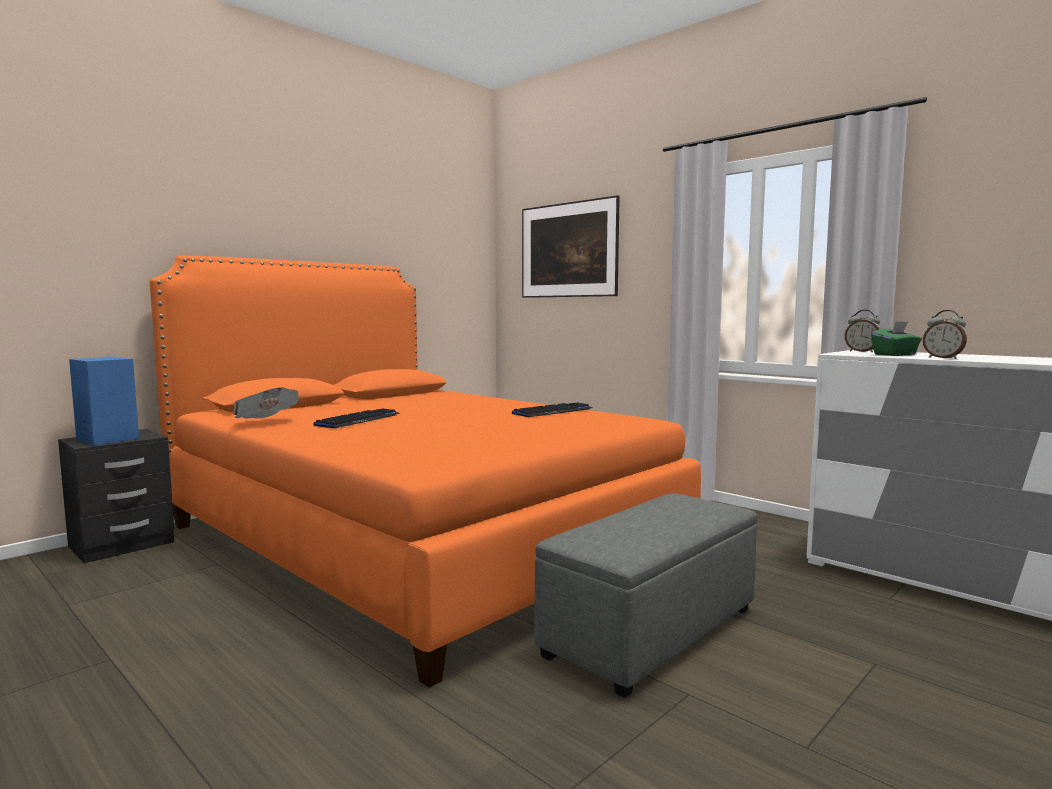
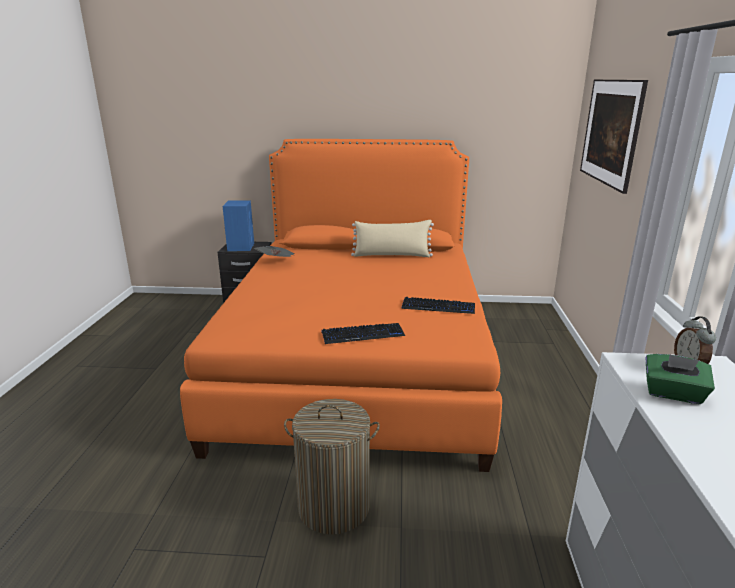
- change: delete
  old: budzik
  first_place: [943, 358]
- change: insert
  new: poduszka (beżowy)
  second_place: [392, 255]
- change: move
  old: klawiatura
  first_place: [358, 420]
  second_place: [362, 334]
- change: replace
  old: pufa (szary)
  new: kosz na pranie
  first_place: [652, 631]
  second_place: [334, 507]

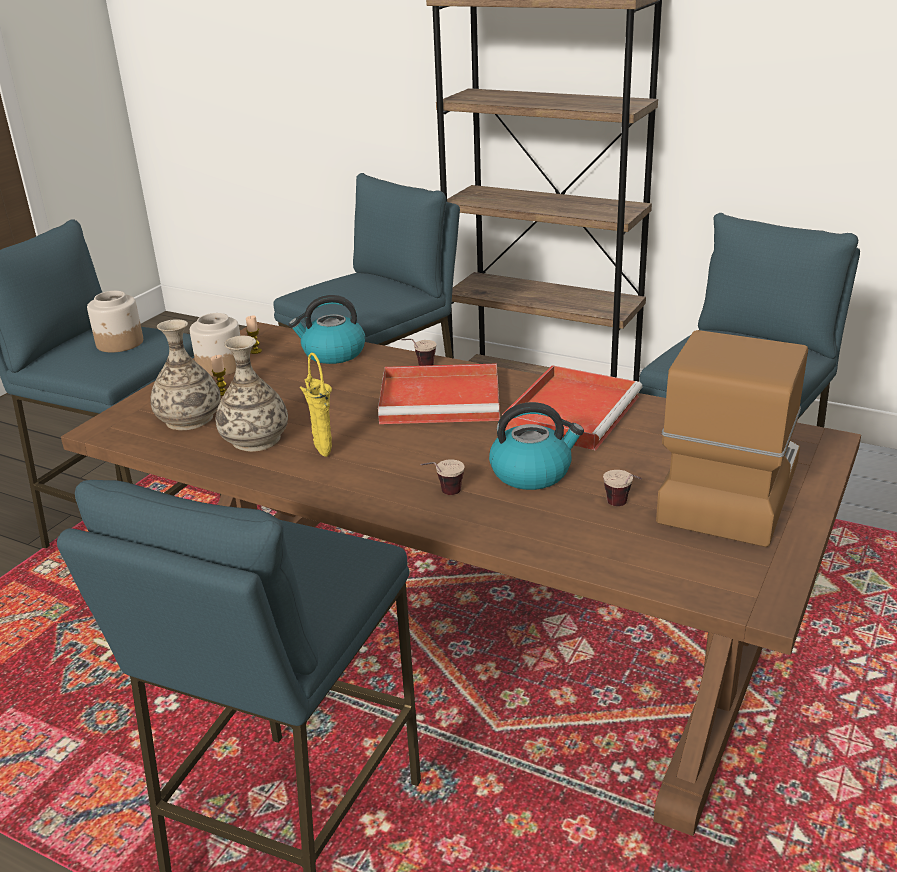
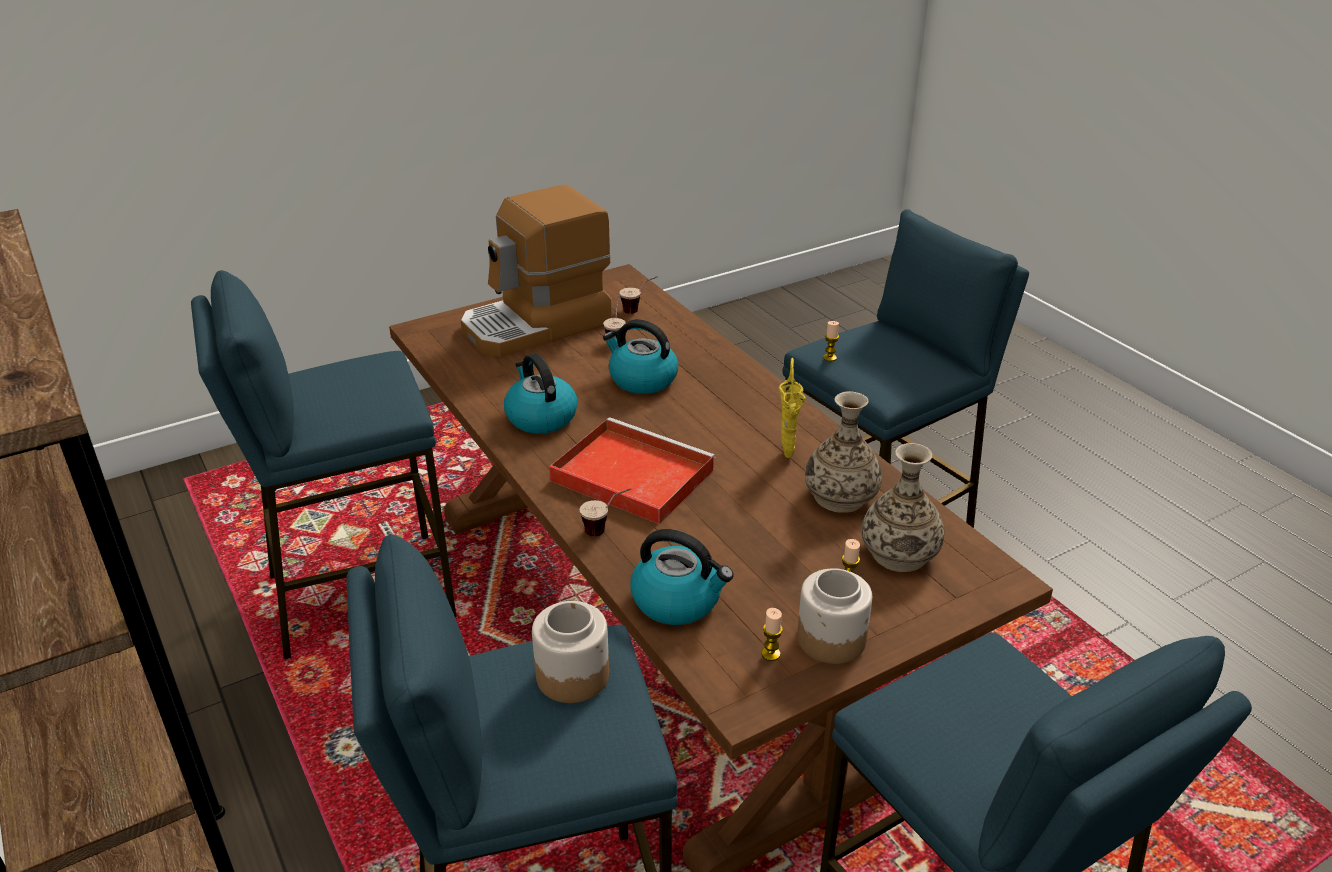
- change: insert
  new: świeca
  second_place: [829, 358]
- change: move
  old: słoik
  first_place: [120, 343]
  second_place: [572, 675]
- change: move
  old: filiżanka
  first_place: [442, 495]
  second_place: [639, 310]
- change: replace
  old: taca (czerwony)
  new: czajnik
  first_place: [572, 411]
  second_place: [540, 417]

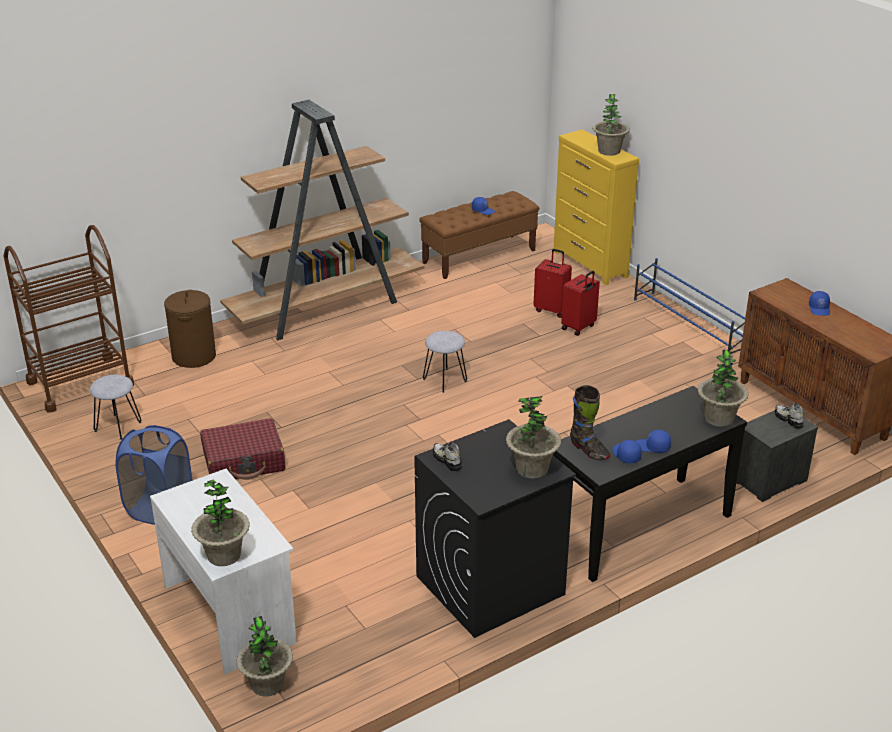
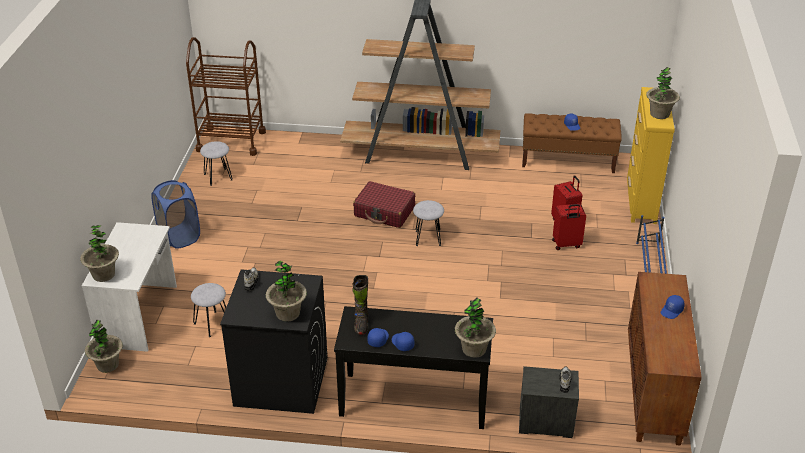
- change: delete
  old: kosz na pranie (brązowy)
  first_place: [194, 356]
- change: insert
  new: stołek (szary)
  second_place: [212, 324]
- change: move
  old: walizka (czerwony)
  first_place: [244, 461]
  second_place: [384, 212]

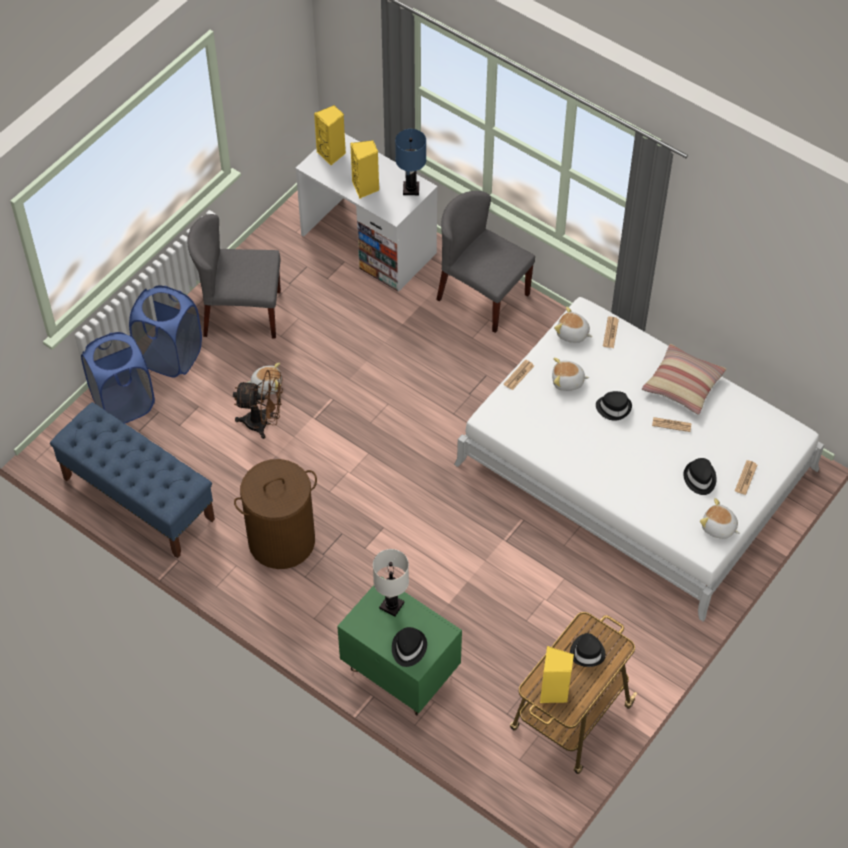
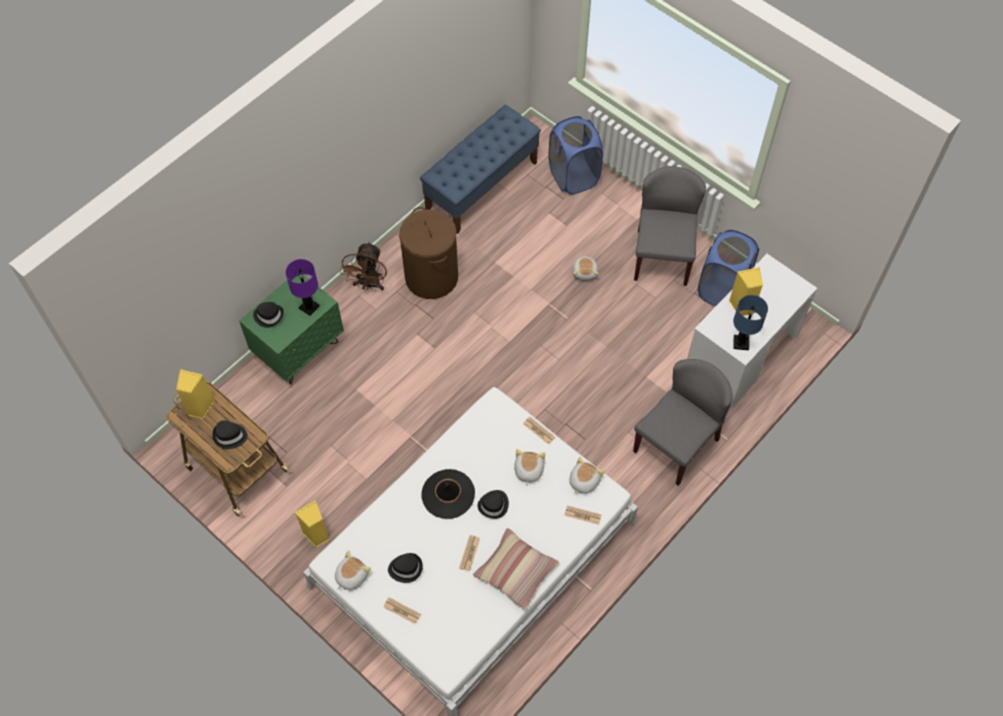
- change: insert
  new: kapelusz (czarny)
  second_place: [448, 494]
- change: move
  old: kosz na pranie (niebieski)
  first_place: [170, 356]
  second_place: [722, 289]
- change: move
  old: wentylator (brązowy)
  first_place: [263, 423]
  second_place: [369, 285]
- change: move
  old: głośnik (żółty)
  first_place: [332, 154]
  second_place: [317, 535]
- change: recolor
  old: lampa stołowa (biały)
  new: lampa stołowa (fioletowy)
  first_place: [392, 605]
  second_place: [309, 307]

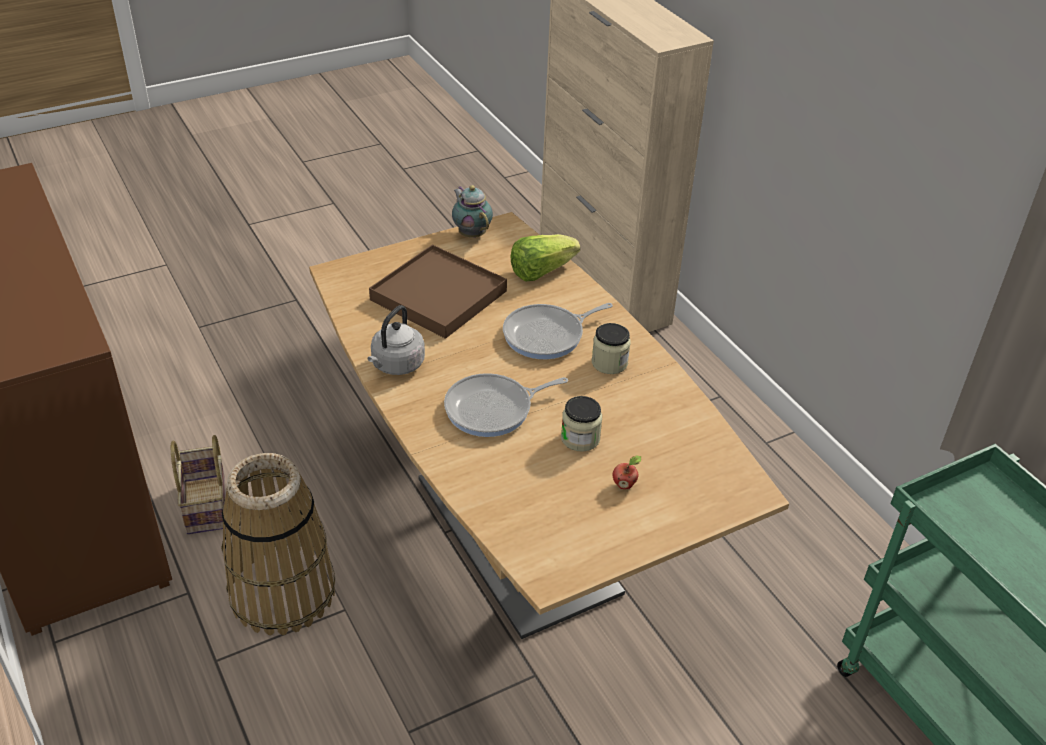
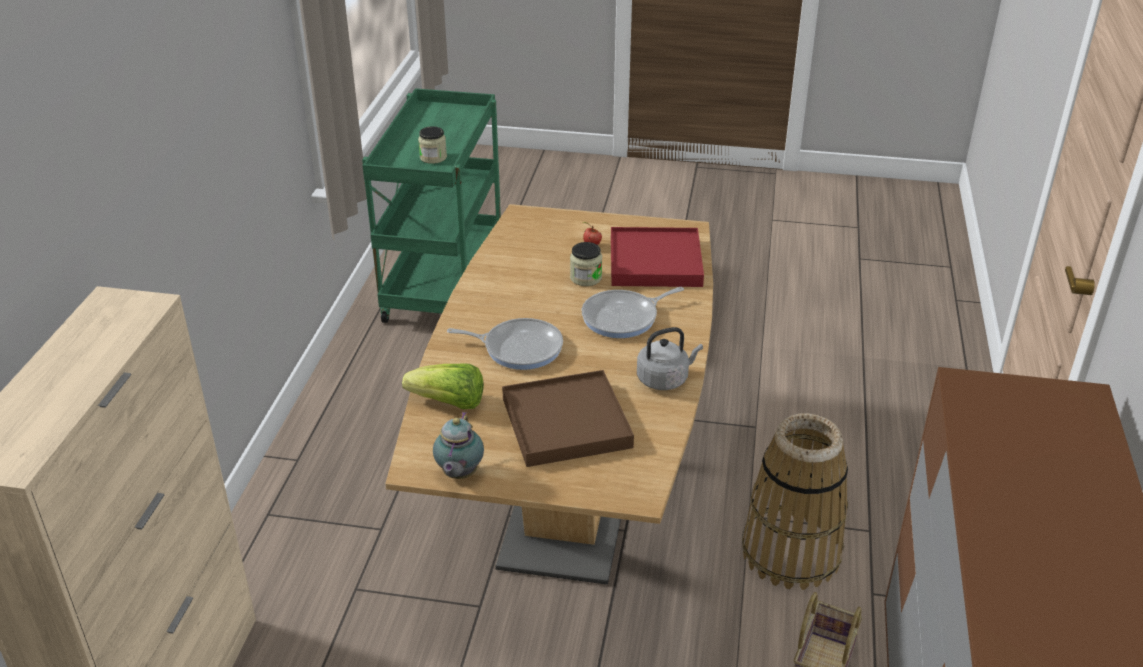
- change: insert
  new: taca (czerwony)
  second_place: [655, 262]
- change: move
  old: słoik
  first_place: [609, 363]
  second_place: [433, 157]
- change: rotate
  old: patelnia
  first_place: [493, 409]
  second_place: [624, 318]
  degrees: 135

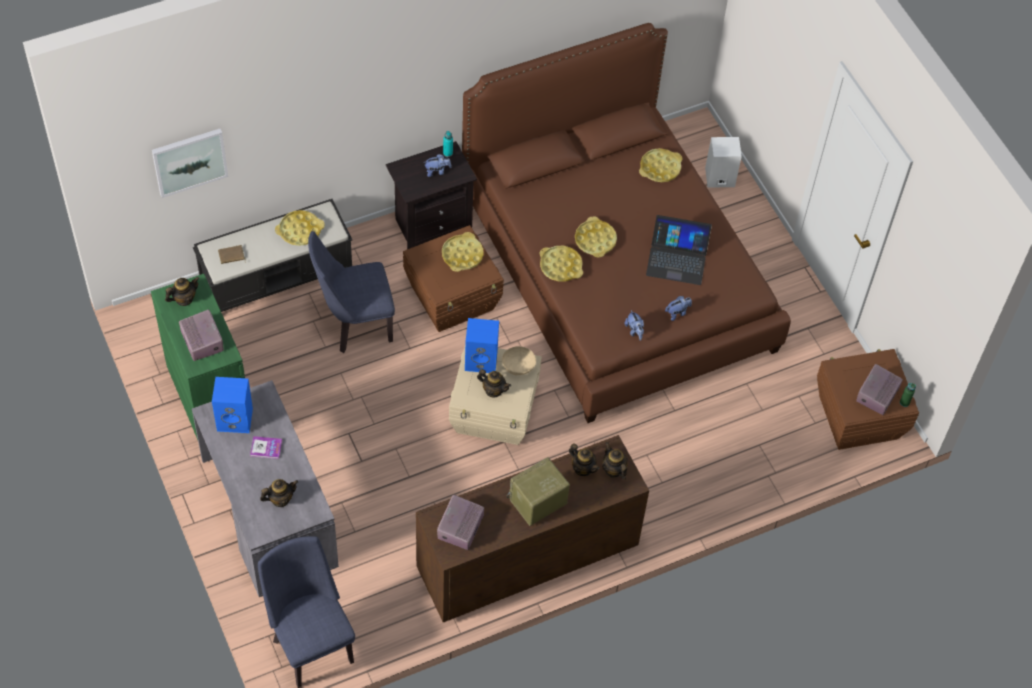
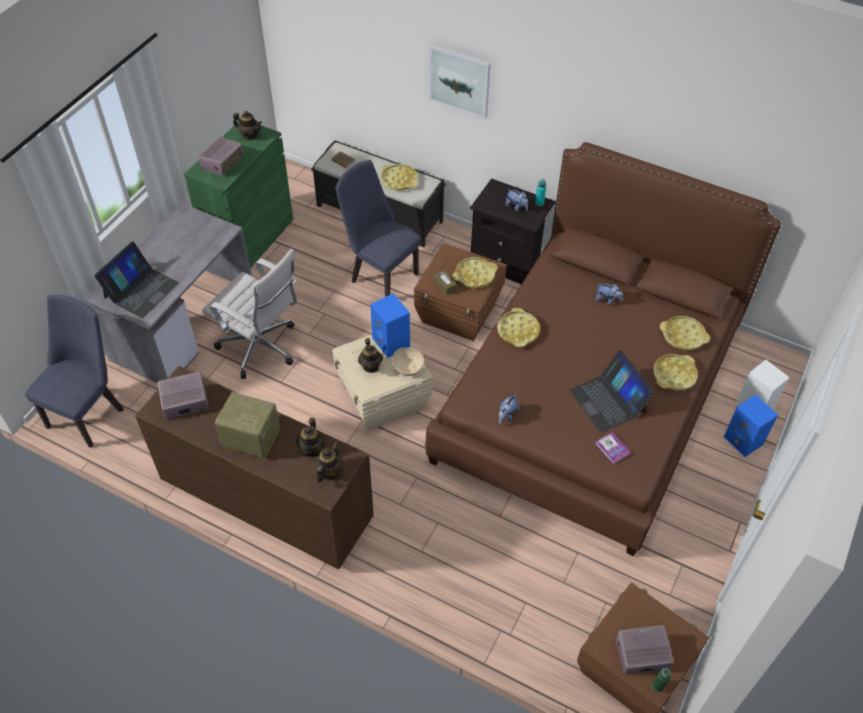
- change: insert
  new: krzesło biurowe (biały)
  second_place: [261, 348]
- change: insert
  new: pudełko chusteczek (brązowy)
  second_place: [445, 286]
- change: move
  old: obraz
  first_place: [189, 161]
  second_place: [459, 80]
- change: move
  old: głośnik (niebieski)
  first_place: [236, 419]
  second_place: [744, 441]
- change: move
  old: książka
  first_place: [266, 448]
  second_place: [612, 448]
- change: move
  old: taca (żółty)
  first_place: [595, 240]
  second_place: [674, 375]
- change: move
  old: pluszak
  first_place: [677, 313]
  second_place: [607, 300]
- change: replace
  old: imbryk
  new: laptop
  first_place: [280, 499]
  second_place: [141, 290]

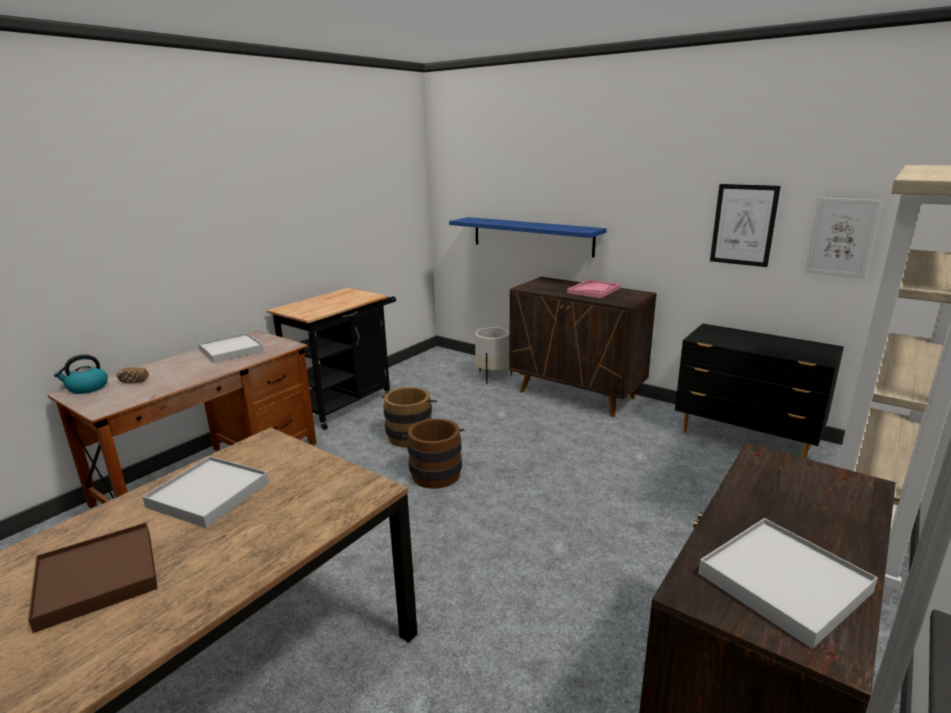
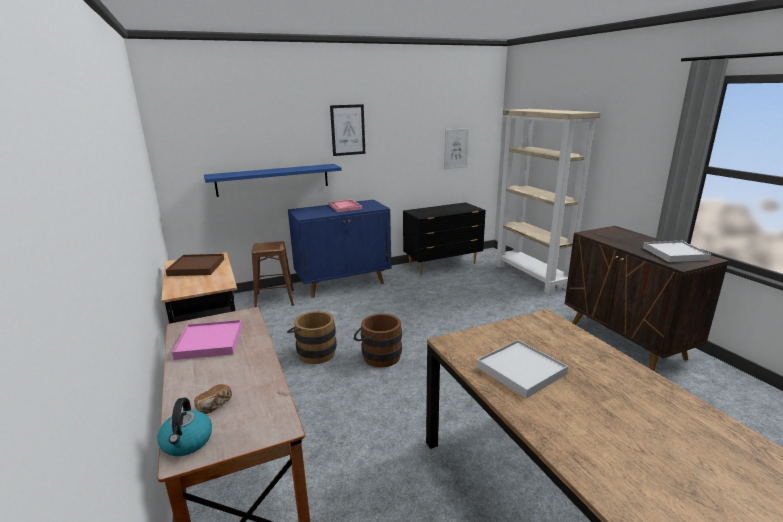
- change: move
  old: taca (brązowy)
  first_place: [98, 577]
  second_place: [196, 267]
- change: move
  old: obraz
  first_place: [743, 225]
  second_place: [348, 130]
- change: replace
  old: donica (biały)
  new: stołek (brązowy)
  first_place: [492, 376]
  second_place: [275, 299]
- change: recolor
  old: taca (biały)
  new: taca (różowy)
  first_place: [231, 350]
  second_place: [210, 342]
- change: recolor
  old: szafka (brązowy)
  new: szafka (niebieski)
  first_place: [577, 394]
  second_place: [344, 283]

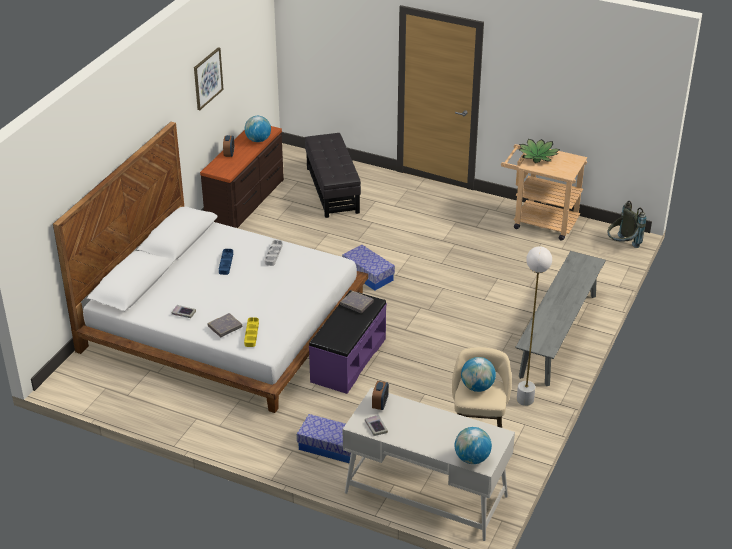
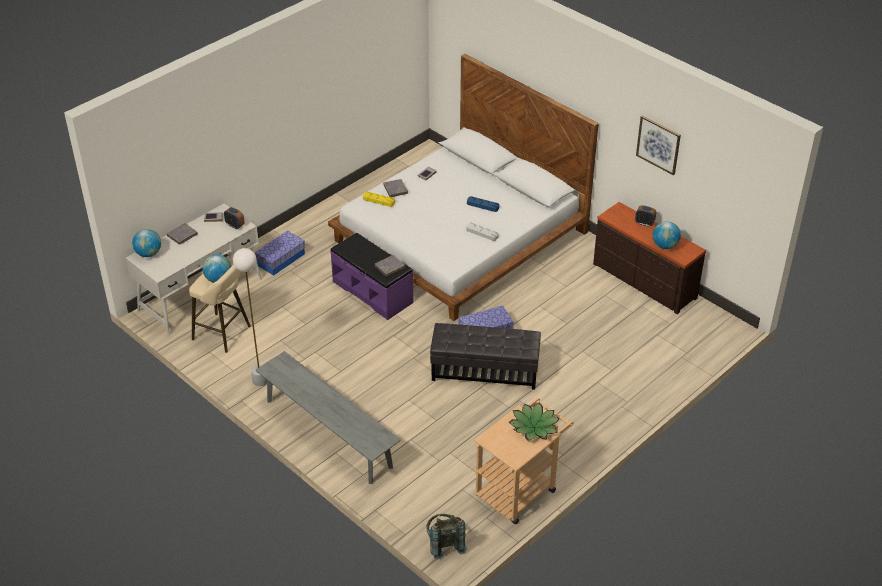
- change: insert
  new: książka (szary)
  second_place: [182, 235]
- change: move
  old: pufa (czarny)
  first_place: [332, 190]
  second_place: [485, 371]

